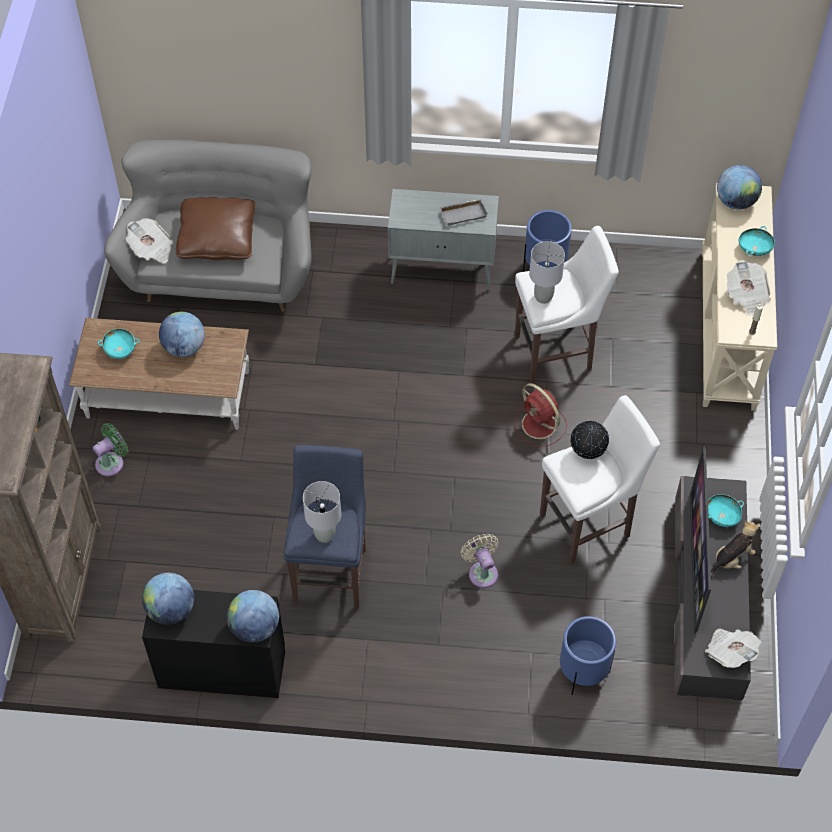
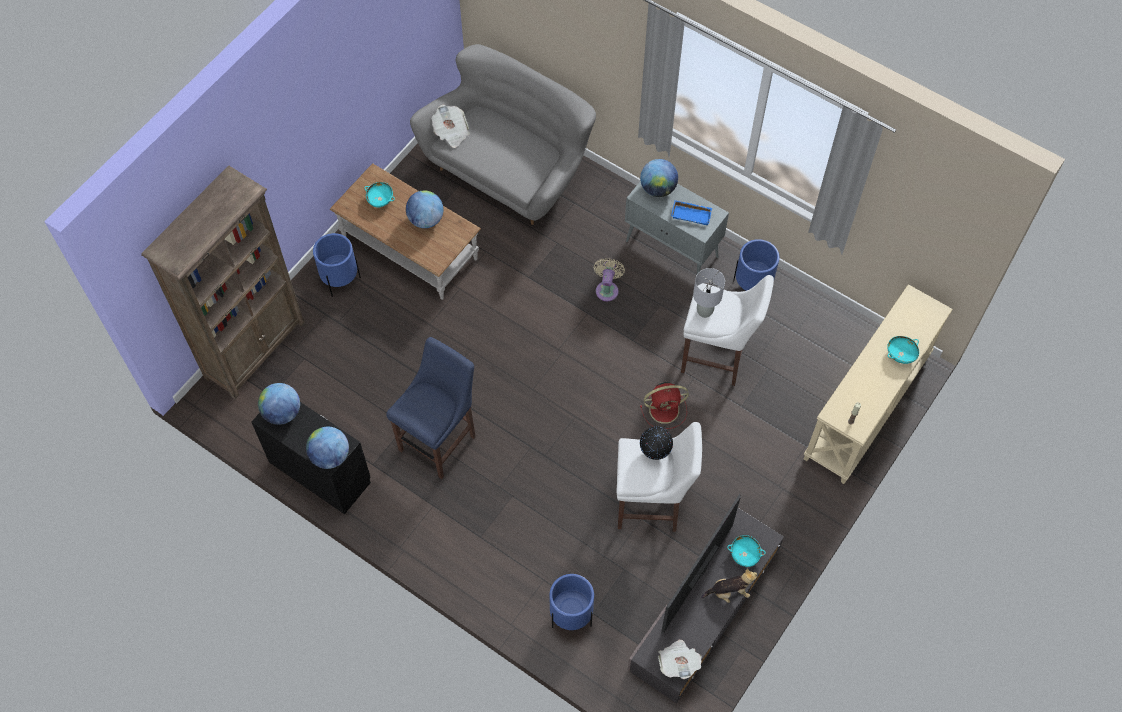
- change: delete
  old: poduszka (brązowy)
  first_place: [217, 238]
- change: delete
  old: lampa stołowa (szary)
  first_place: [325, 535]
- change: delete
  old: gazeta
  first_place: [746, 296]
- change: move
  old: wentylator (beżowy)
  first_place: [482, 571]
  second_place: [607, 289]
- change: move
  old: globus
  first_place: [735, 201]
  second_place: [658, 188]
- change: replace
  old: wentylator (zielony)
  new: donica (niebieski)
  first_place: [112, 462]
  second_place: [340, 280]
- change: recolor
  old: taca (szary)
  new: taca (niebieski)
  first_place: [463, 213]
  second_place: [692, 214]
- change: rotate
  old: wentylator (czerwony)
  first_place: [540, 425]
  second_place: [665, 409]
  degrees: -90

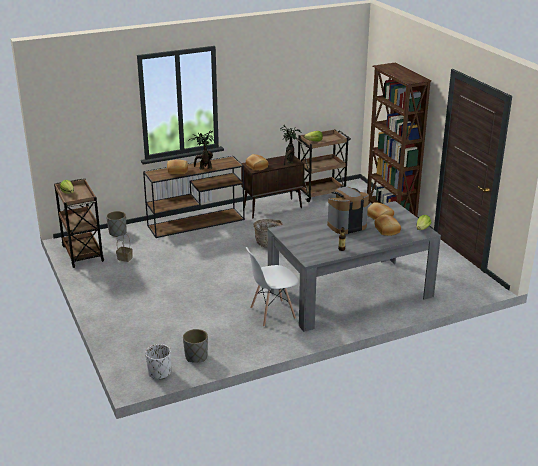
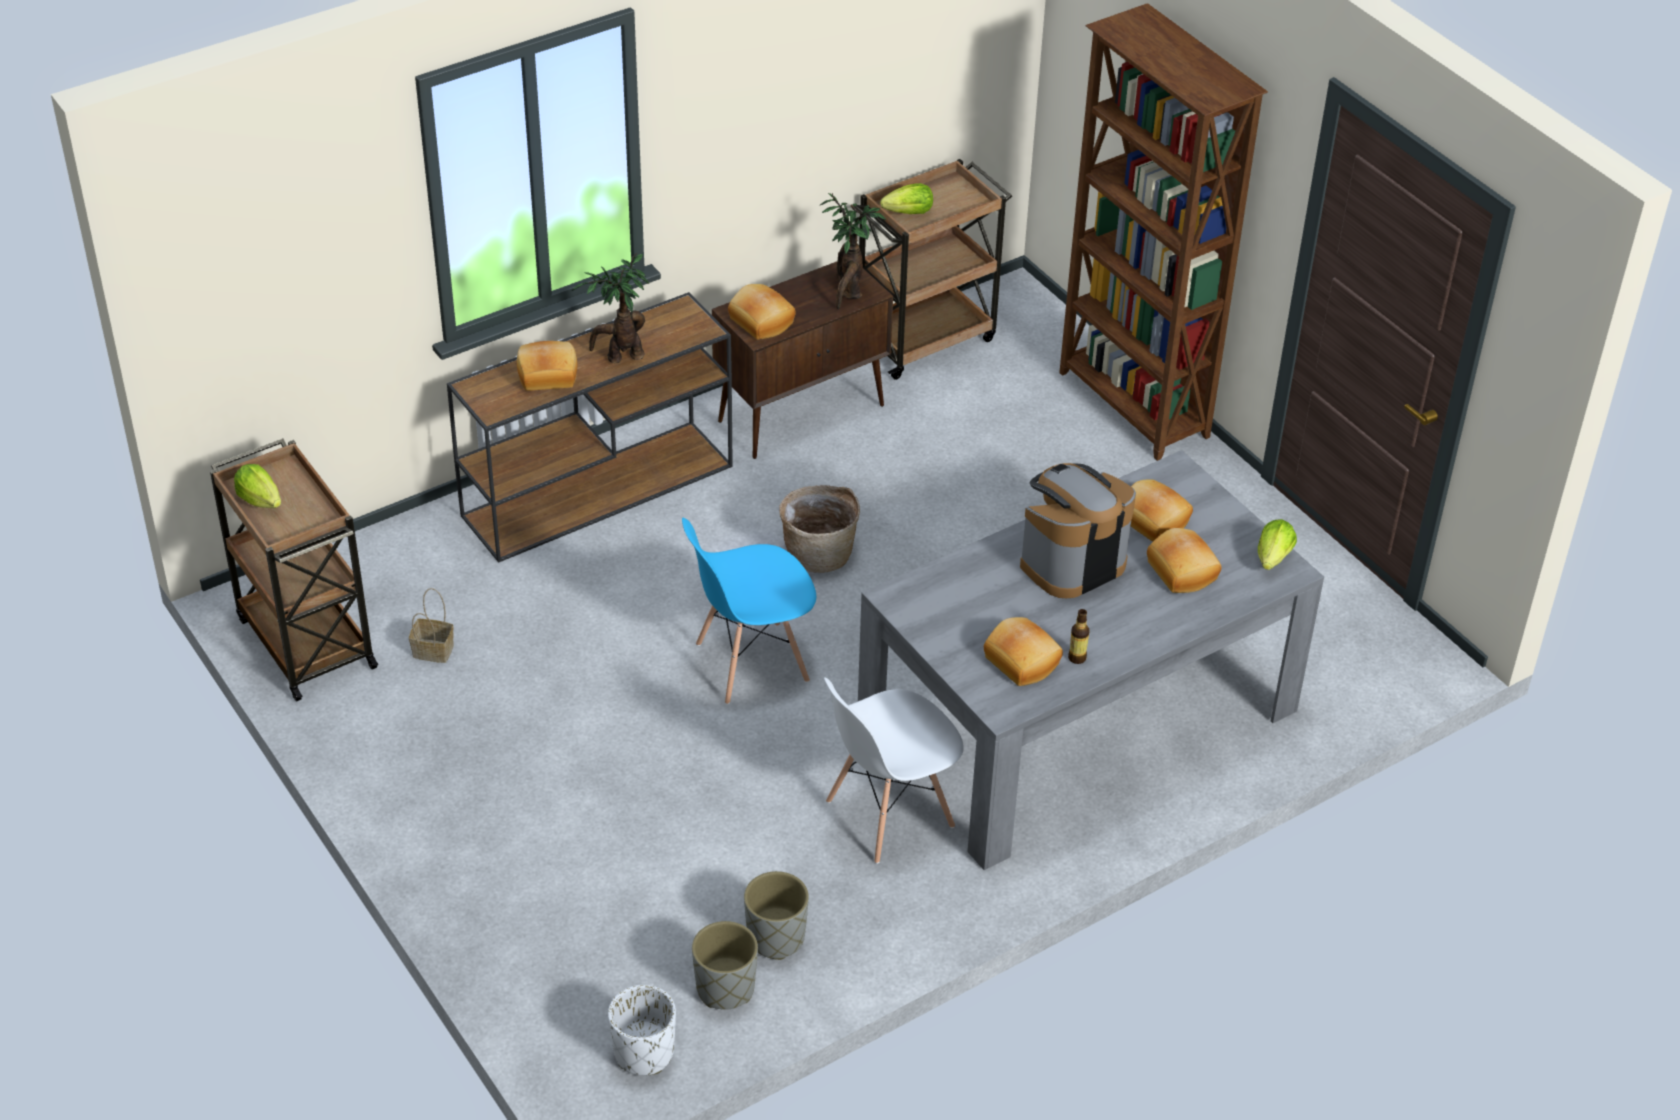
- change: insert
  new: krzesło (niebieski)
  second_place: [750, 663]
- change: insert
  new: chleb
  second_place: [1023, 660]
- change: move
  old: donica (szary)
  first_place: [117, 233]
  second_place: [776, 937]

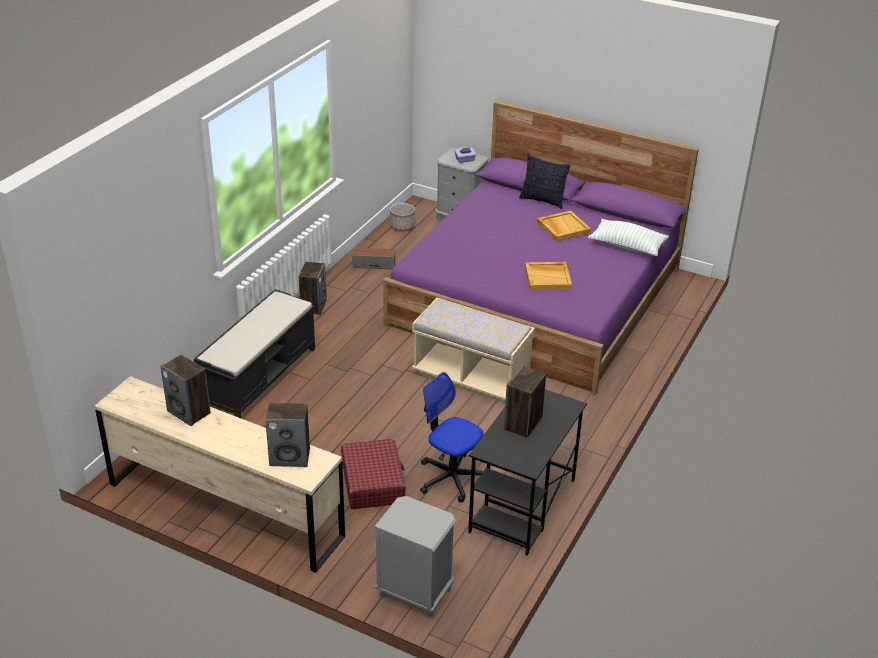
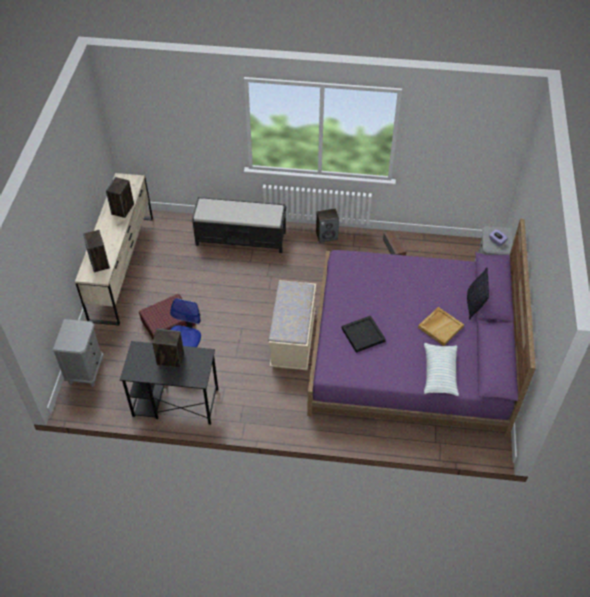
- change: delete
  old: donica
  first_place: [402, 226]
- change: recolor
  old: taca (beżowy)
  new: taca (czarny)
  first_place: [548, 278]
  second_place: [363, 335]

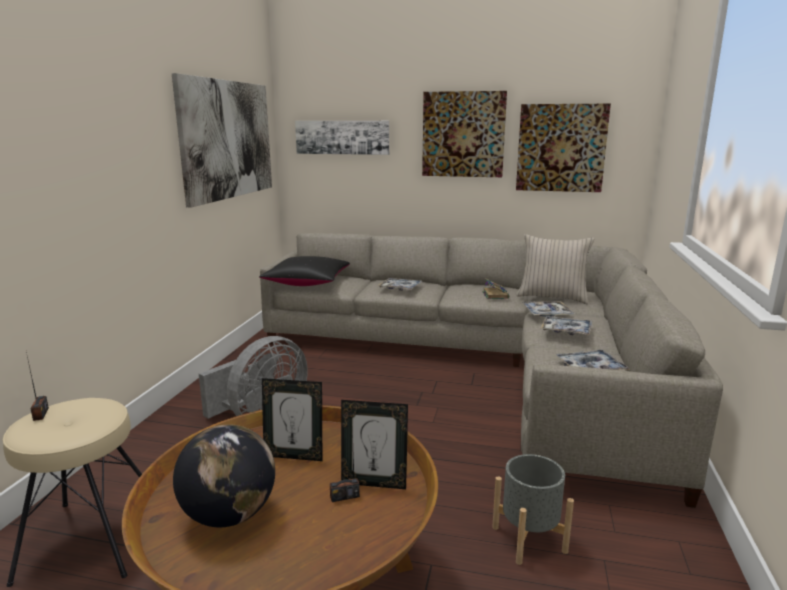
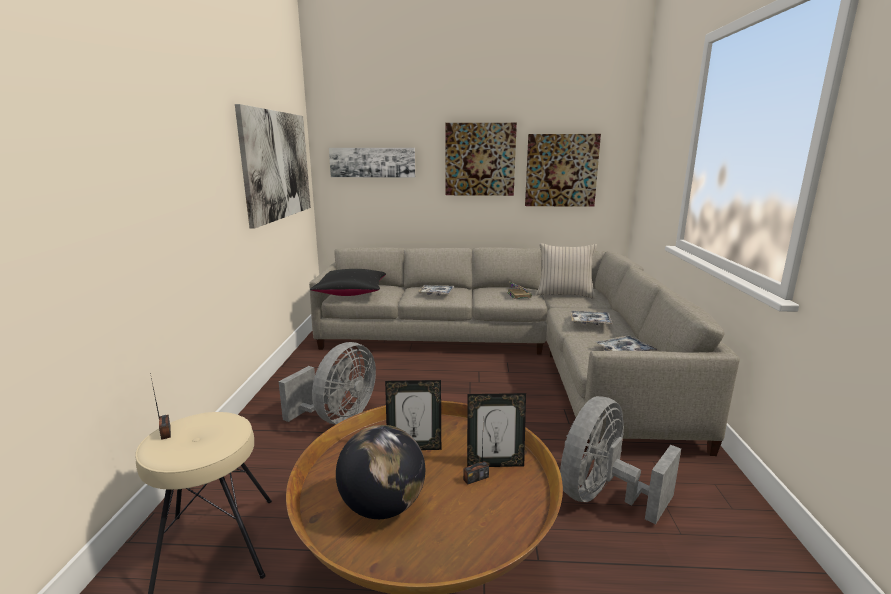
- change: delete
  old: taca
  first_place: [547, 313]
- change: replace
  old: donica (szary)
  new: wentylator (szary)
  first_place: [529, 539]
  second_place: [603, 496]

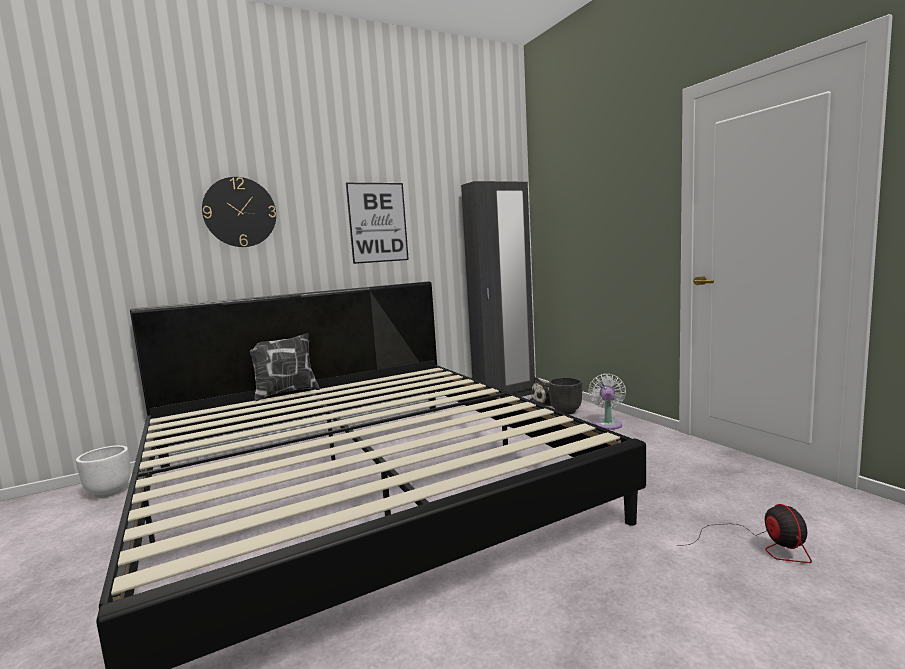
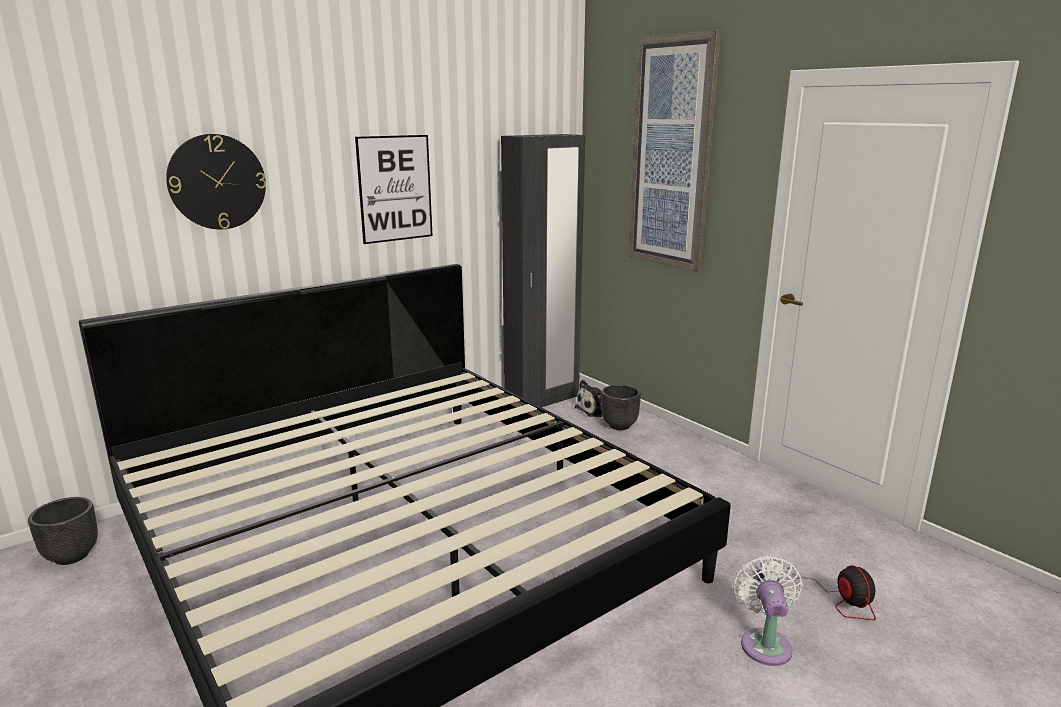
- change: delete
  old: poduszka
  first_place: [284, 393]
- change: insert
  new: obraz
  second_place: [672, 154]
- change: move
  old: wentylator (biały)
  first_place: [608, 423]
  second_place: [765, 643]
- change: recolor
  old: donica (biały)
  new: donica (czarny)
  first_place: [110, 492]
  second_place: [73, 555]

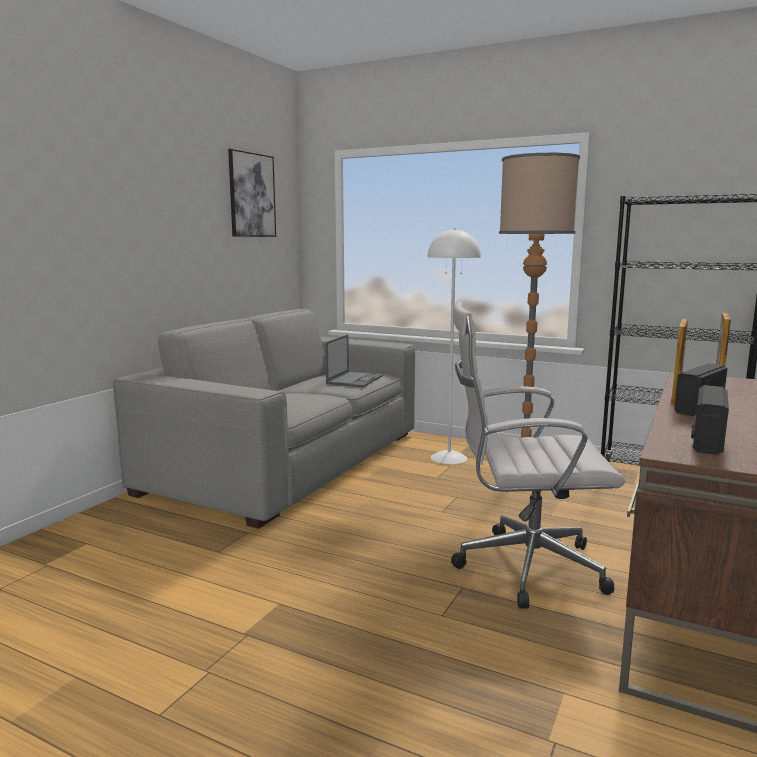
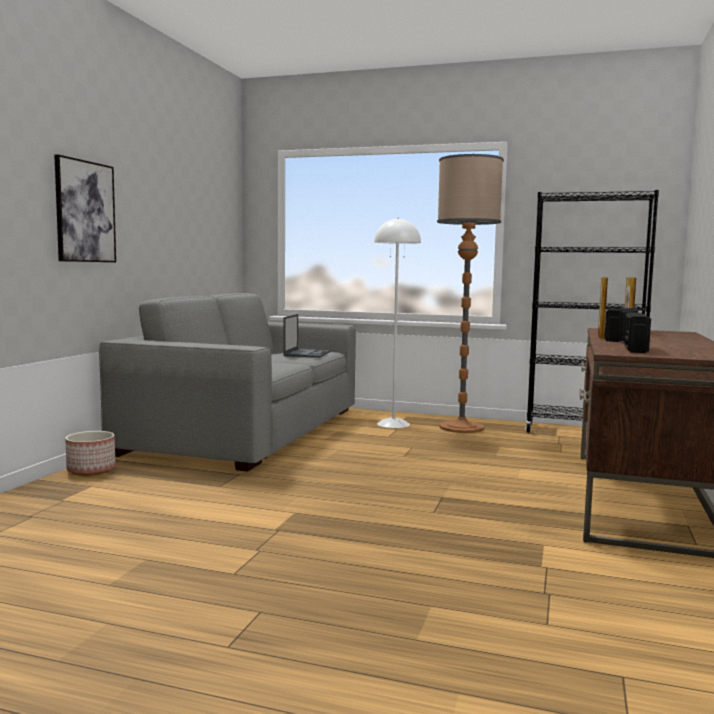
- change: delete
  old: krzesło biurowe (biały)
  first_place: [523, 568]
- change: insert
  new: donica
  second_place: [91, 470]
- change: move
  old: obraz
  first_place: [252, 195]
  second_place: [85, 211]

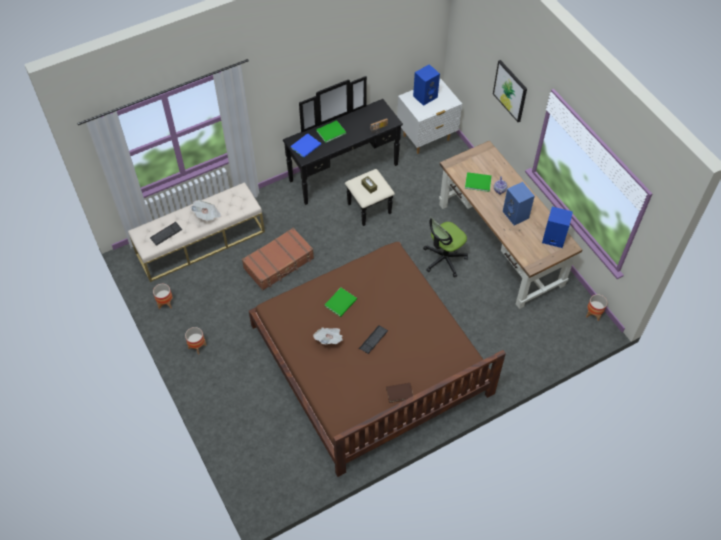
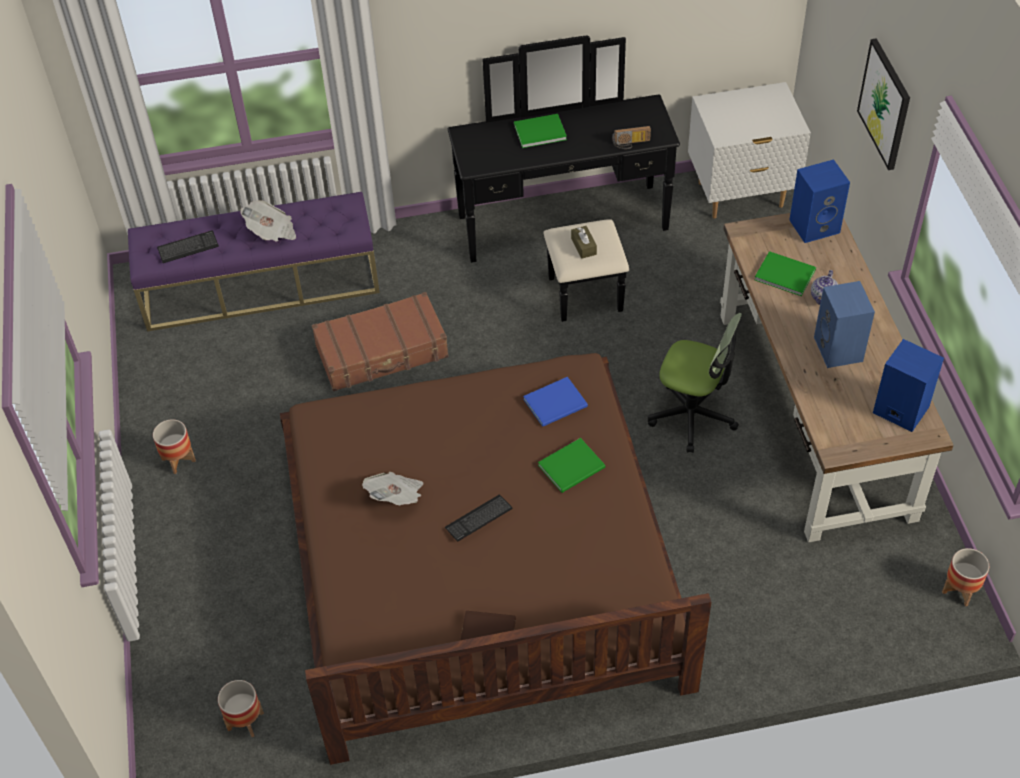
- change: move
  old: donica
  first_place: [165, 303]
  second_place: [245, 721]
- change: move
  old: książka (niebieski)
  first_place: [306, 146]
  second_place: [557, 403]
- change: move
  old: książka (zielony)
  first_place: [342, 302]
  second_place: [573, 467]
- change: move
  old: głośnik (niebieski)
  first_place: [425, 96]
  second_place: [815, 225]
- change: recolor
  old: ławka (beżowy)
  new: ławka (fioletowy)
  first_place: [201, 242]
  second_place: [261, 285]
- change: rotate
  old: krzesło biurowe
  first_place: [444, 259]
  second_place: [692, 415]
  degrees: -135

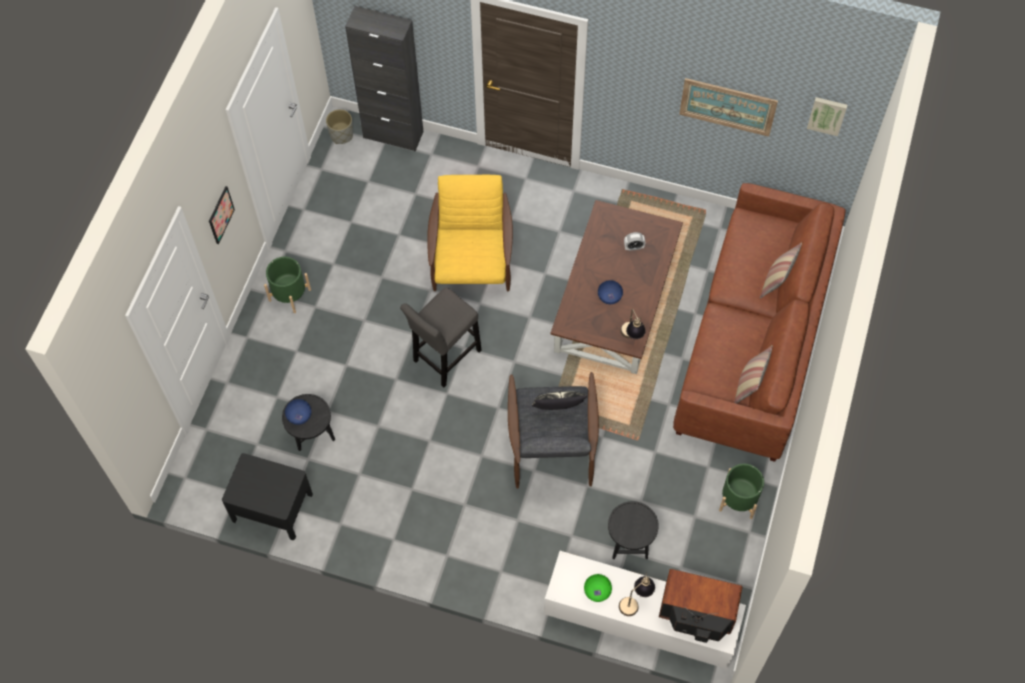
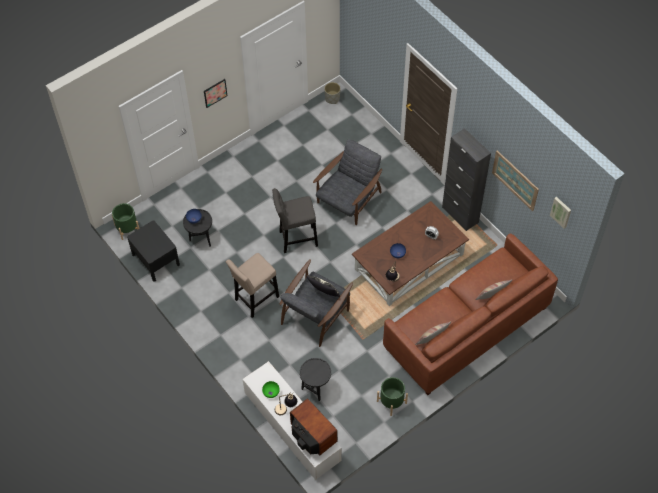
- change: insert
  new: stołek (beżowy)
  second_place: [255, 300]
- change: move
  old: donica (zielony)
  first_place: [290, 295]
  second_place: [127, 229]
- change: move
  old: szafka (czarny)
  first_place: [393, 135]
  second_place: [460, 215]
- change: recolor
  old: fotel (żółty)
  new: fotel (szary)
  first_place: [472, 262]
  second_place: [348, 199]

